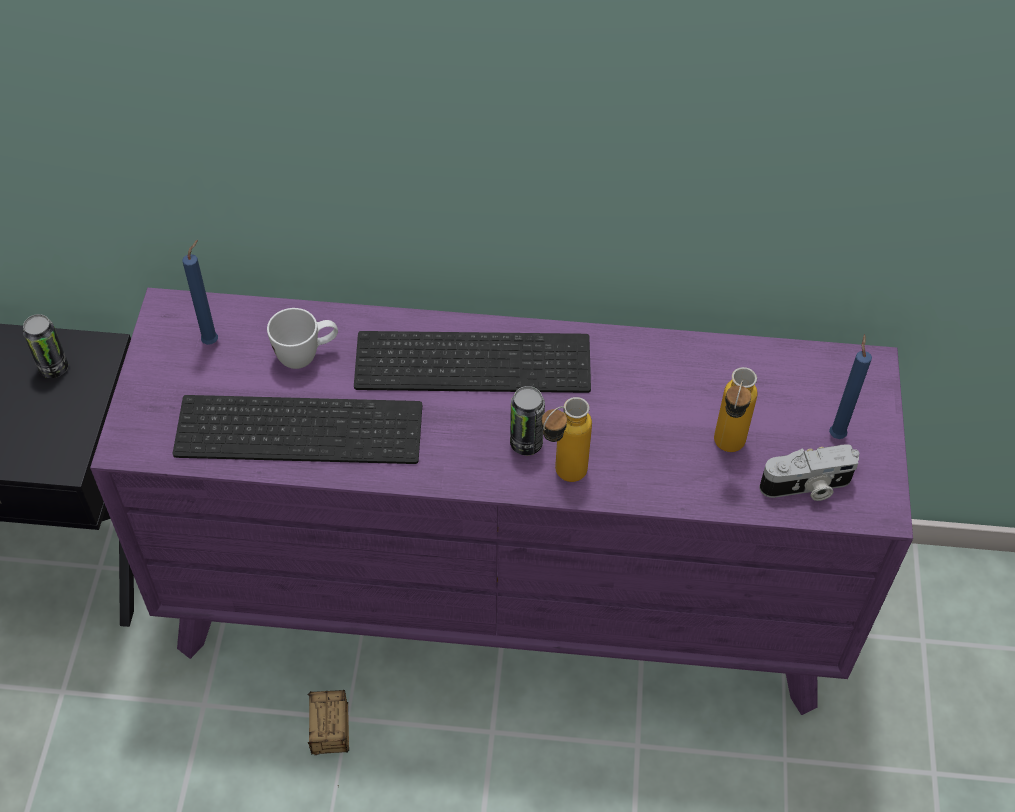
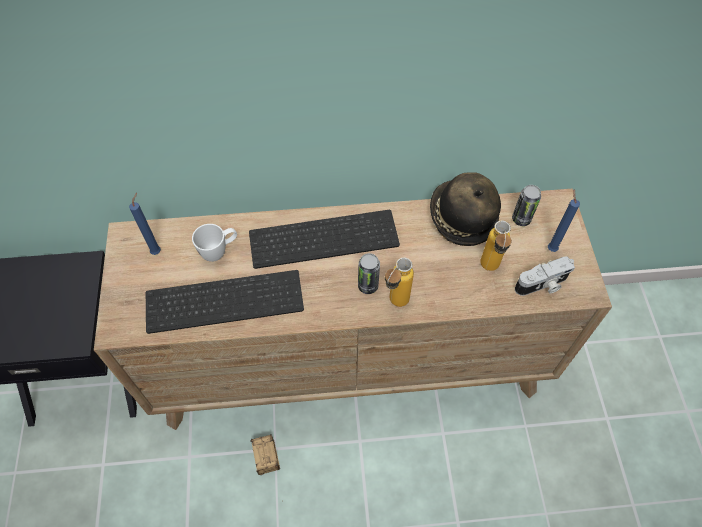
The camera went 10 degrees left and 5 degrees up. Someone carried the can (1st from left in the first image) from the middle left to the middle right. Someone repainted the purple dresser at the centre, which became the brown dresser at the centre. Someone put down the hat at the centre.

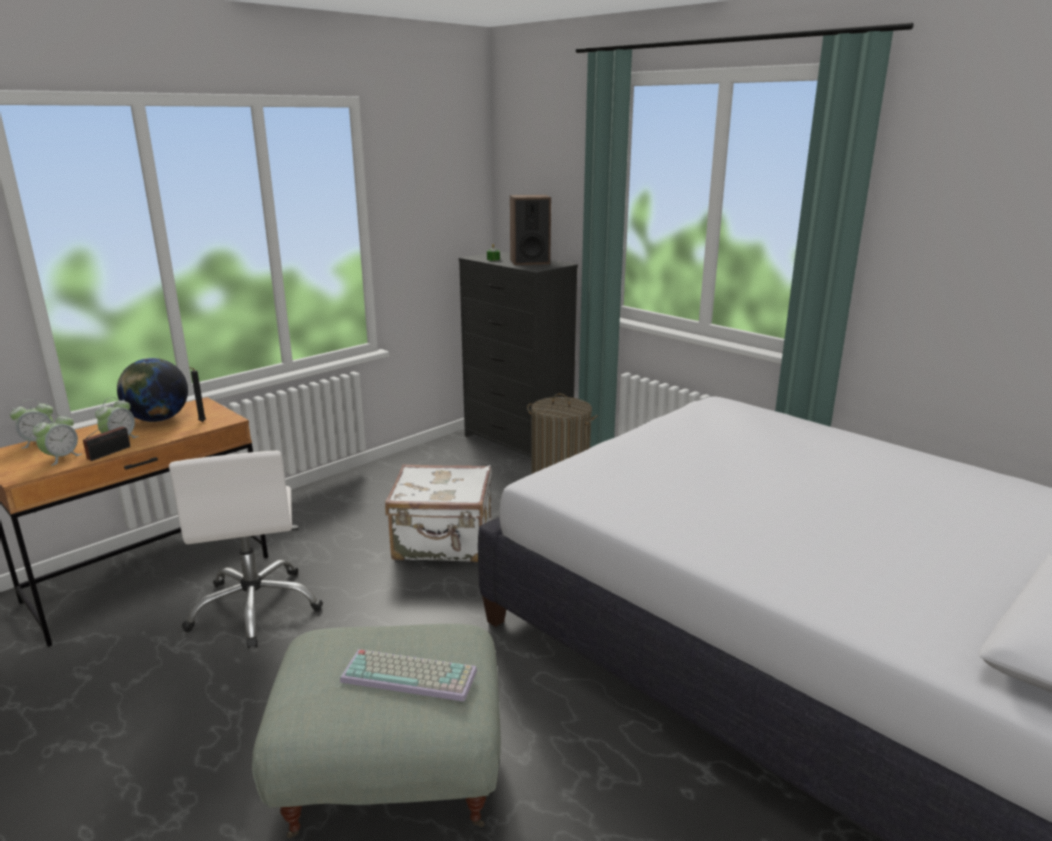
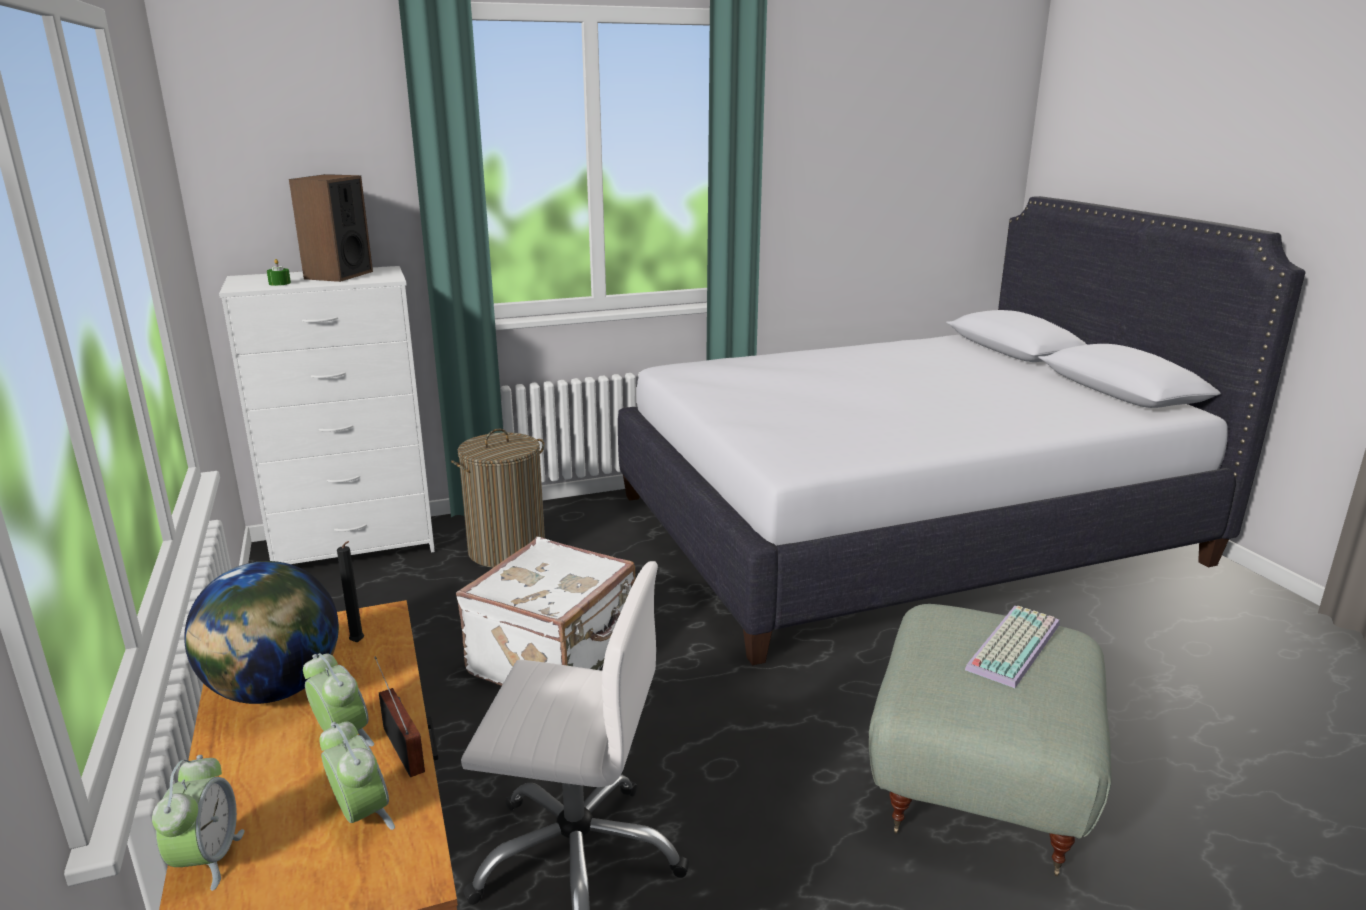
The camera went 65 degrees left and 0 degrees up. Someone repainted the black dresser at the centre, which became the white dresser at the middle left.

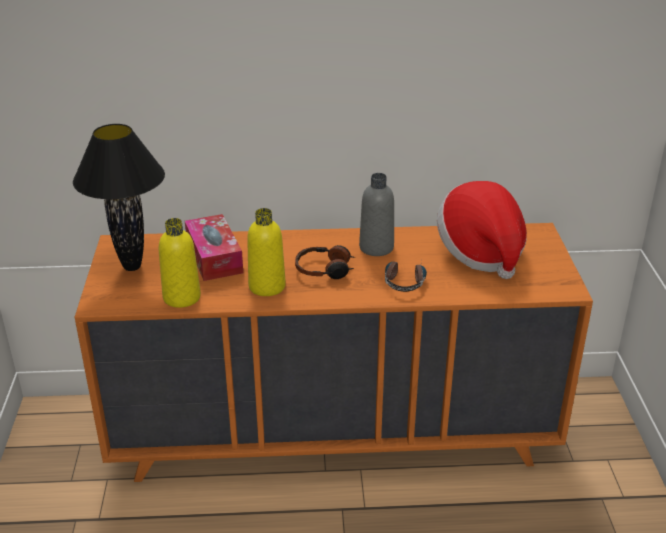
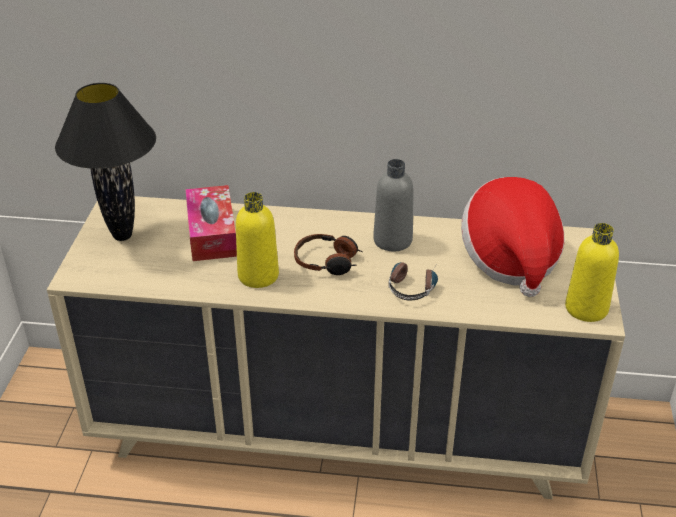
The camera went 10 degrees right and 5 degrees up. Someone repainted the orange dresser at the centre, which became the beige dresser at the bottom centre. Someone carried the yellow bottle (1st from left in the first image) from the middle left to the middle right.

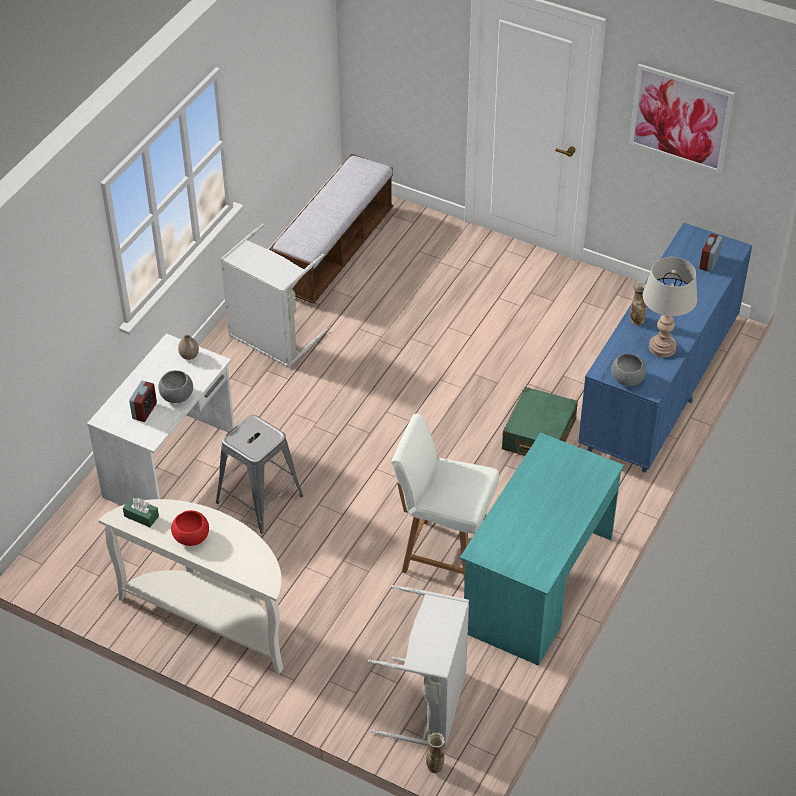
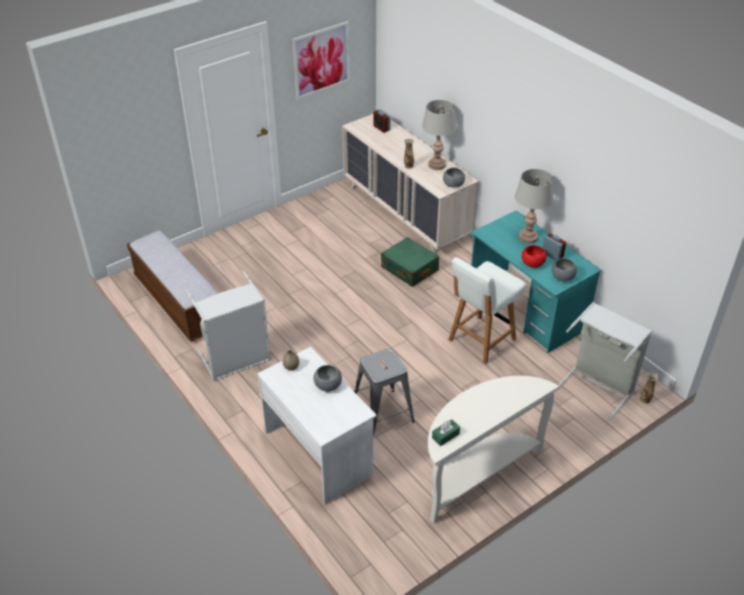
The camera went 65 degrees left and 5 degrees down. Someone carried the alarm clock (1st from left in the first image) from the middle left to the middle right. Someone carried the red bowl from the middle left to the middle right. Someone repainted the blue dresser at the middle right, which became the beige dresser at the top centre. Someone put down the grey table lamp (2nd from left) at the middle right. Someone put down the grey bowl (3rd from left) at the middle right.

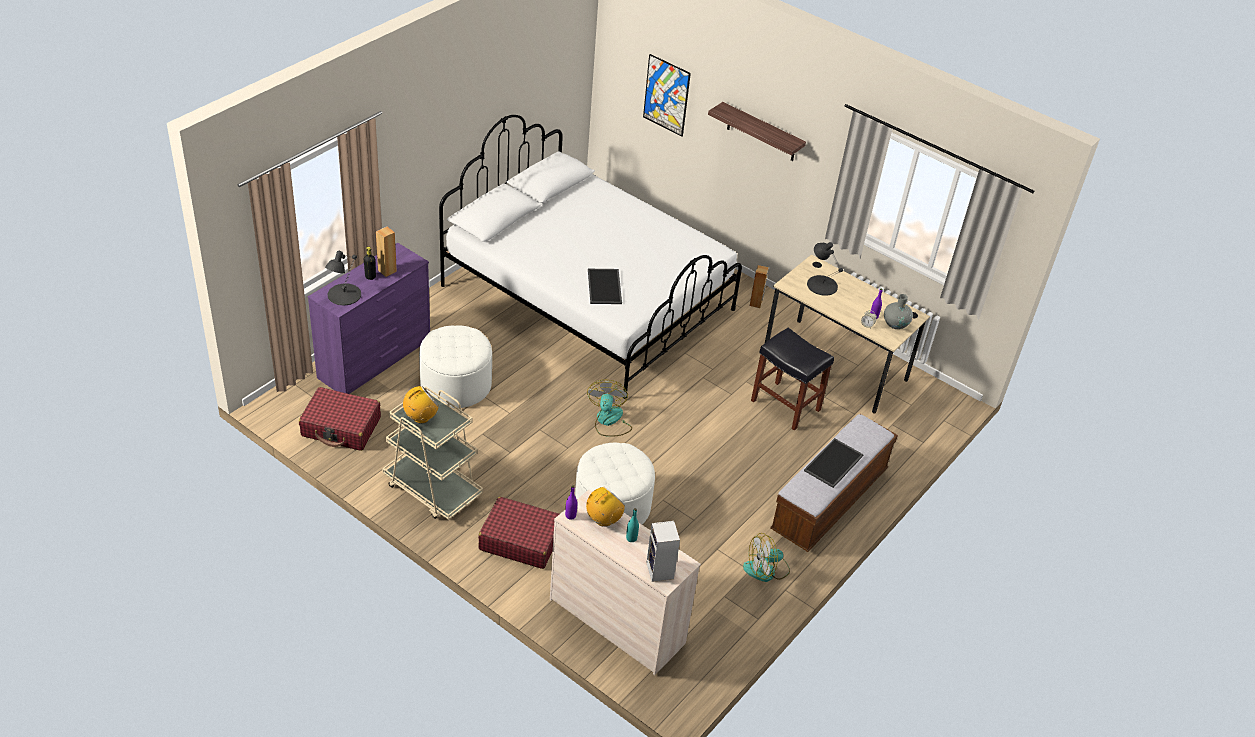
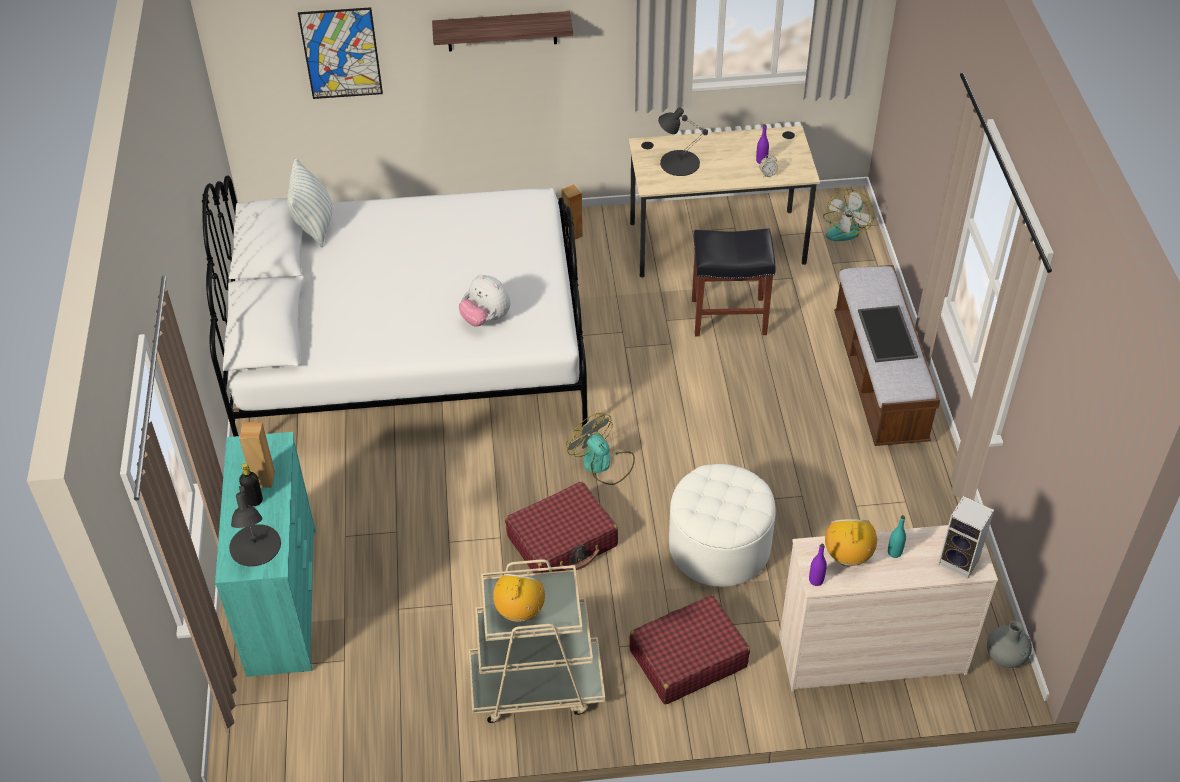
The camera went 40 degrees left and 5 degrees up. Someone carried the red suitcase (1st from left) from the middle left to the bottom centre. Someone repainted the purple dresser at the middle left, which became the turquoise dresser at the bottom left. Someone took away the white ottoman (1st from left) at the centre. Someone swapped the tray (1st from left) at the centre for the plush toy at the centre. Someone carried the fan (2nd from left) from the bottom centre to the top right. Someone carried the grey vase from the middle right to the bottom right. Someone put down the pillow at the top left.

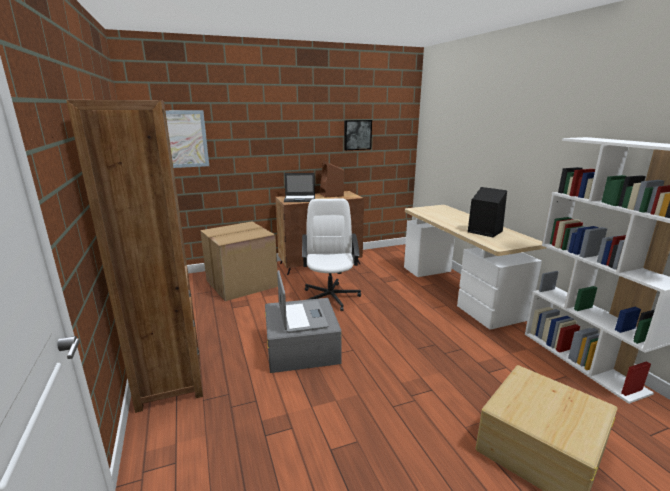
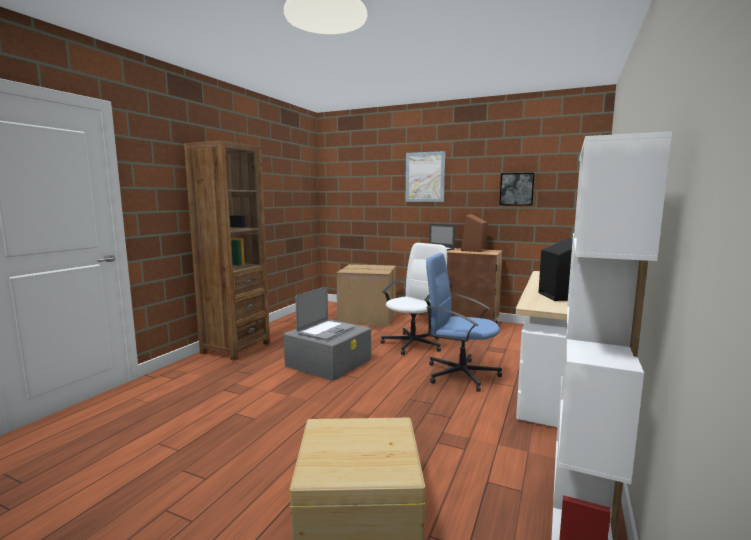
The camera went 45 degrees right and 10 degrees down. Someone carried the picture (1st from left) from the top left to the top centre. Someone put down the blue office chair at the centre.

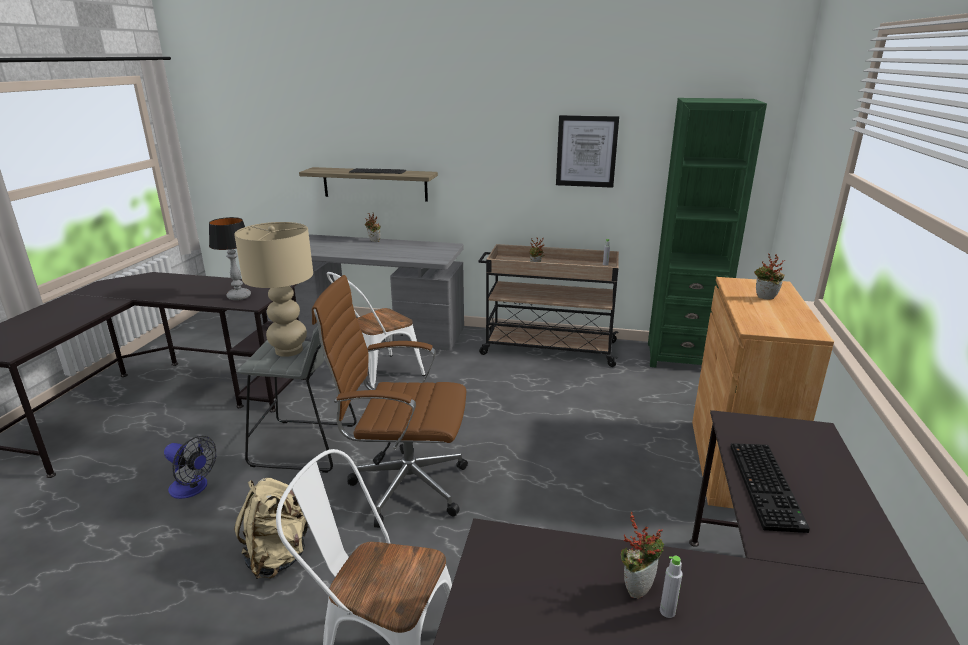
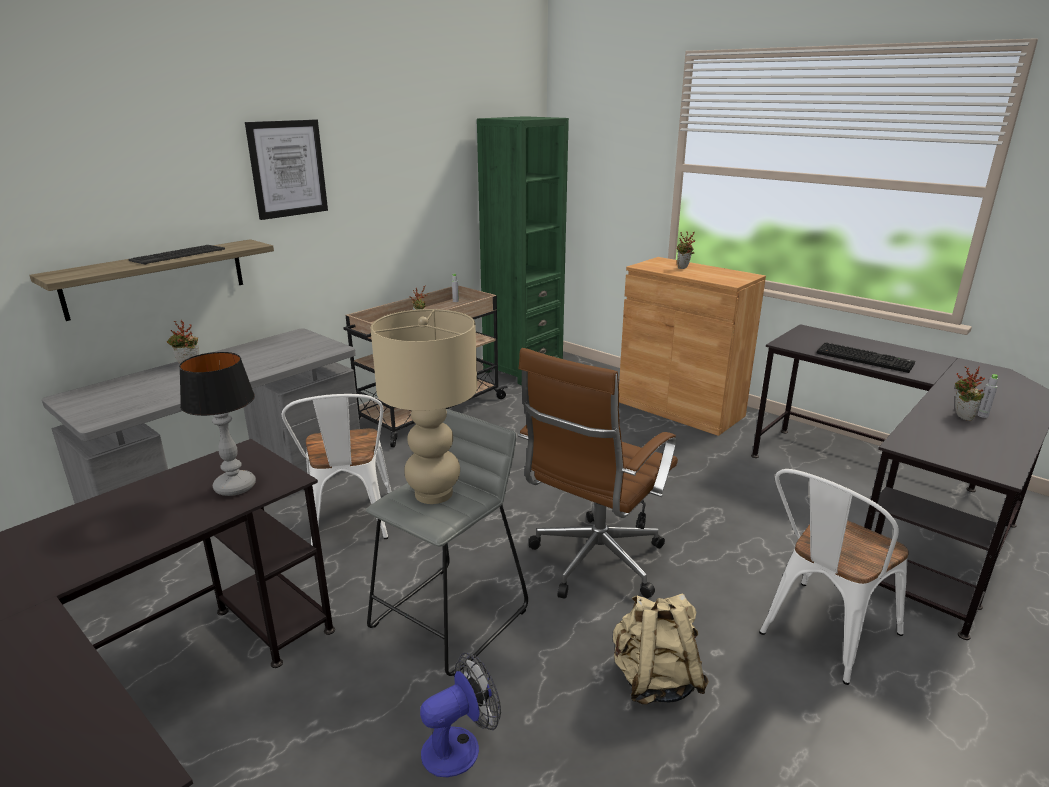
The camera went 60 degrees left and 0 degrees up. Someone carried the picture from the top centre to the top left.

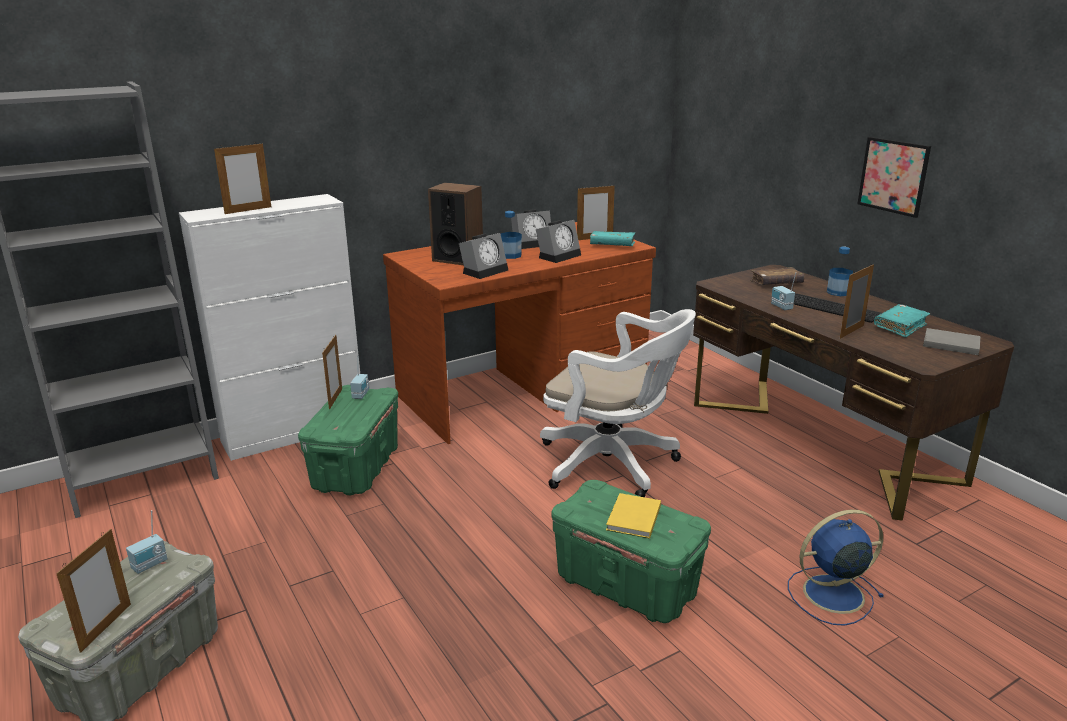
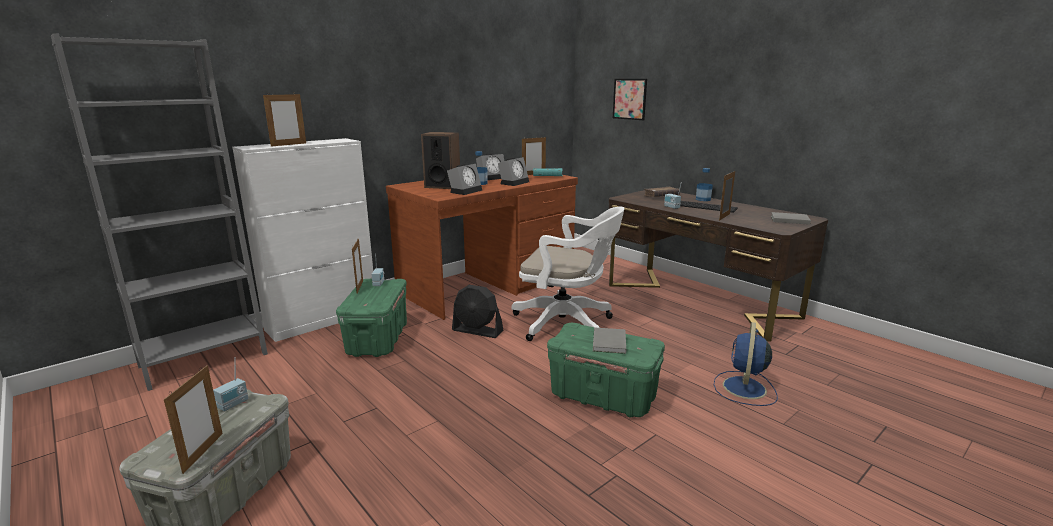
The camera went 10 degrees left and 5 degrees down. Someone repainted the yellow book at the bottom centre, which became the grey book (1st from left) at the centre. Someone rotated the blue fan at the bottom right by 45 degrees counterclockwise. Someone carried the picture from the top right to the top centre. Someone took away the turquoise book (2nd from left) at the middle right. Someone put down the black fan at the centre.

